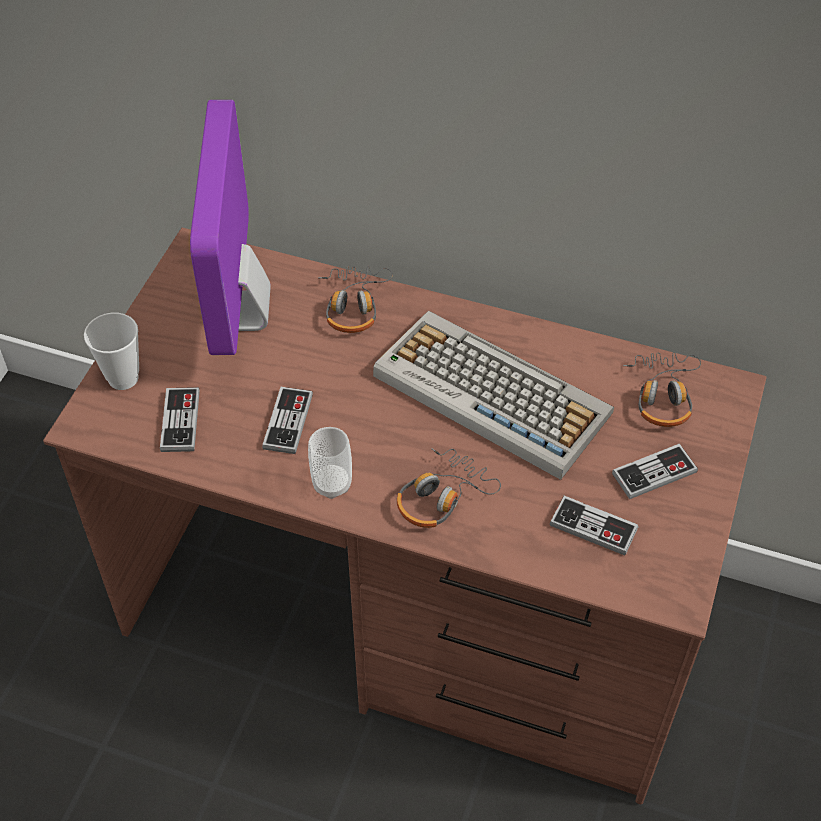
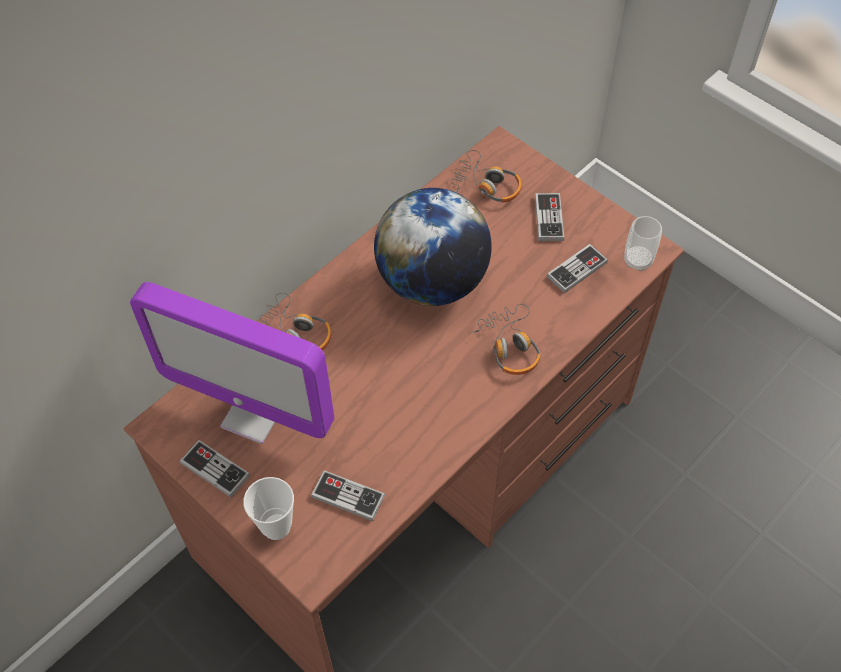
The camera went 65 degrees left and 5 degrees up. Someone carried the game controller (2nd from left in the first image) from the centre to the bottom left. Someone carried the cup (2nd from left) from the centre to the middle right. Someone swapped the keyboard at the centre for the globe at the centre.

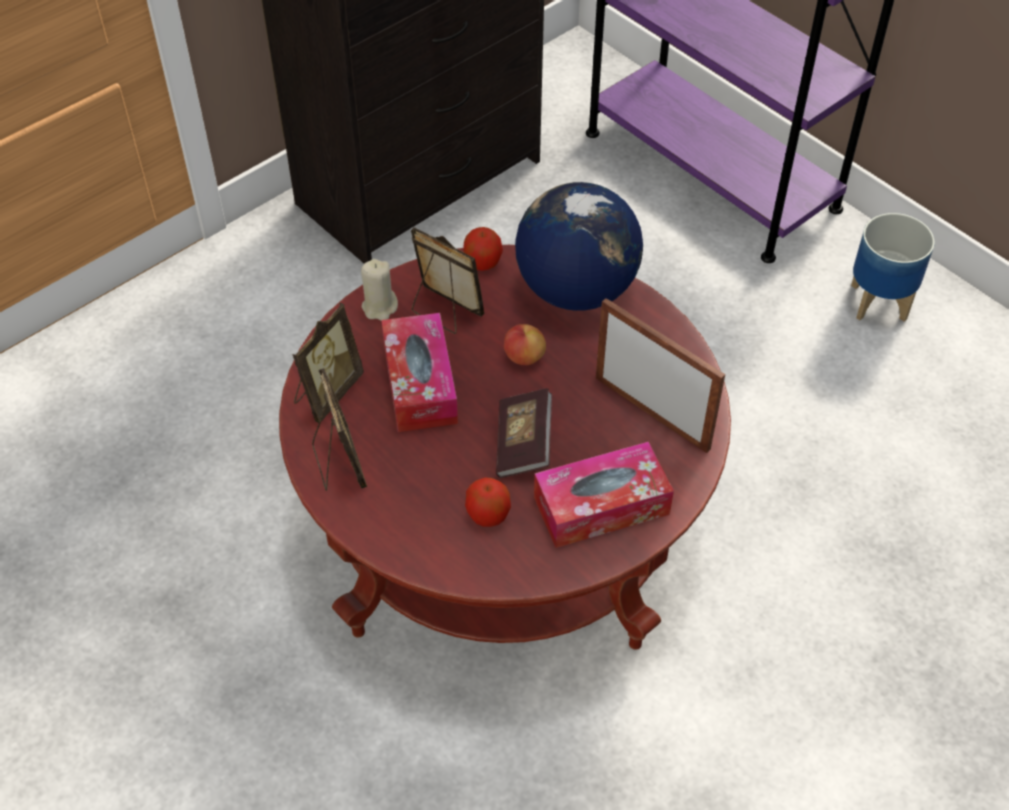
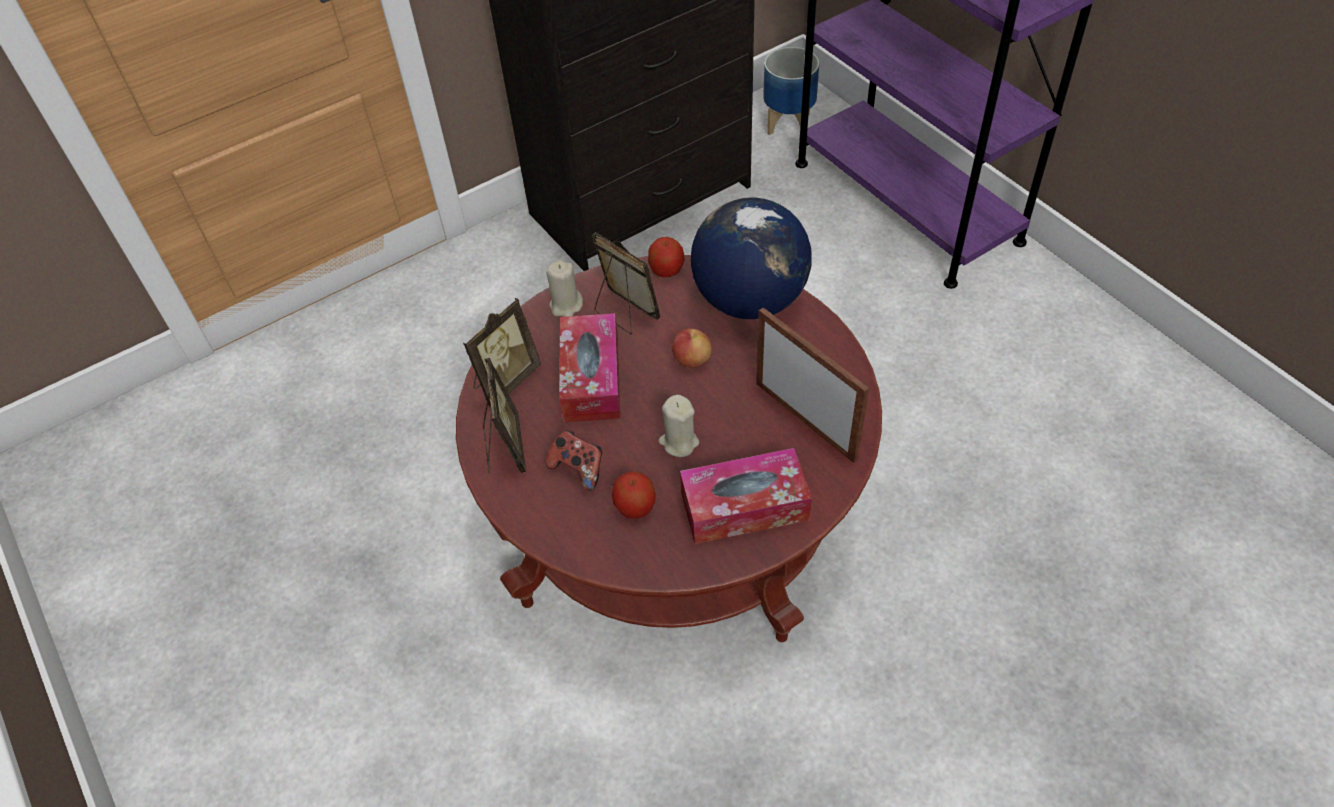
The camera went 10 degrees right and 0 degrees up. Someone swapped the book at the centre for the beige candle (2nd from left) at the centre. Someone carried the planter from the top right to the top centre. Someone put down the game controller at the centre.

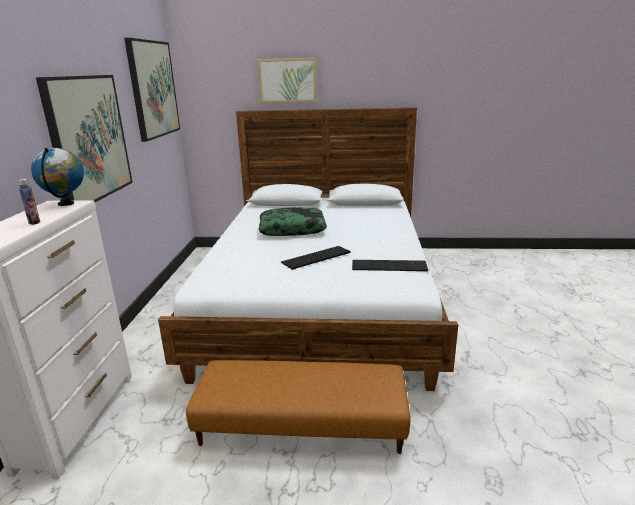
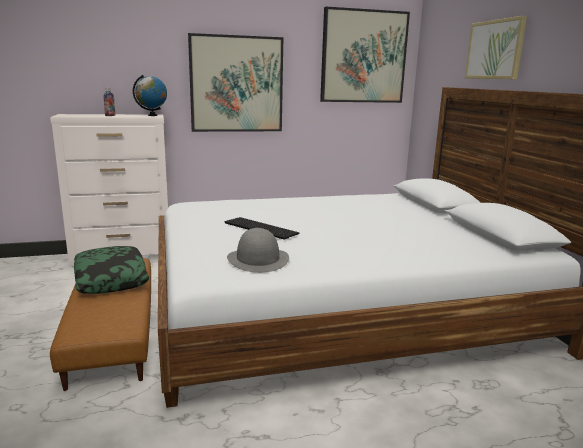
The camera went 70 degrees right and 5 degrees down. Someone carried the pillow from the centre to the middle left. Someone swapped the keyboard (2nd from left) at the centre for the grey hat at the centre.

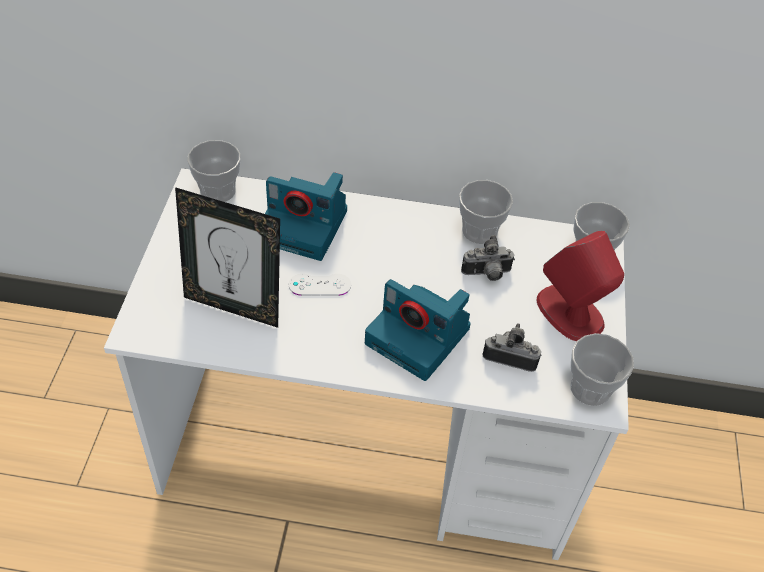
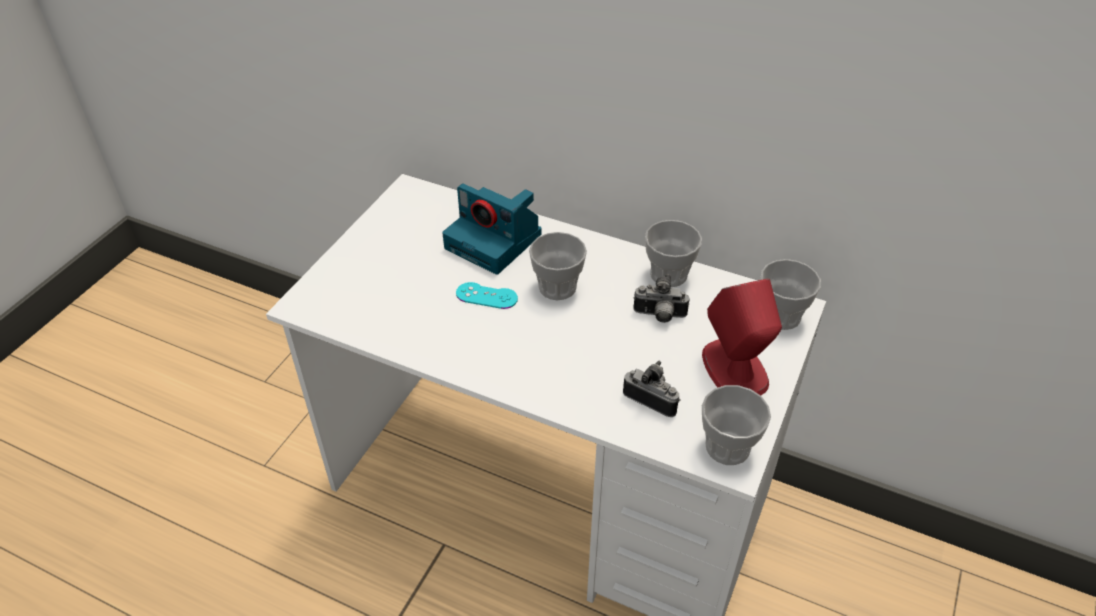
The camera went 20 degrees right and 5 degrees down. Someone took away the picture frame at the middle left. Someone carried the cup (1st from left) from the top left to the centre. Someone repainted the white game controller at the centre, which became the turquoise game controller at the centre. Someone took away the photo camera (2nd from left) at the centre.

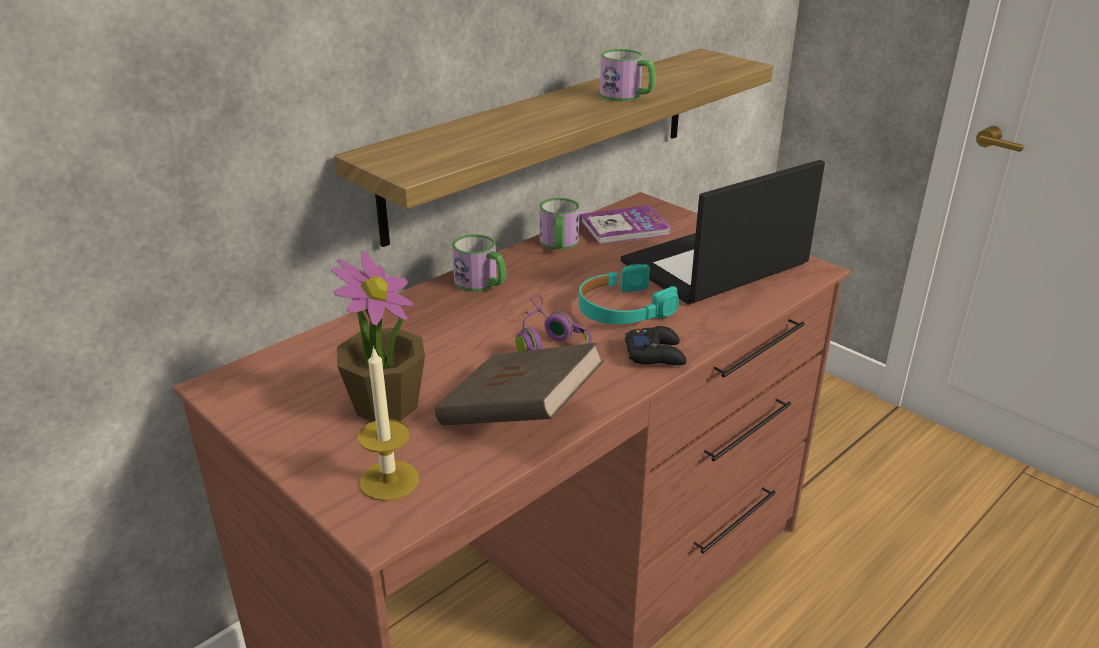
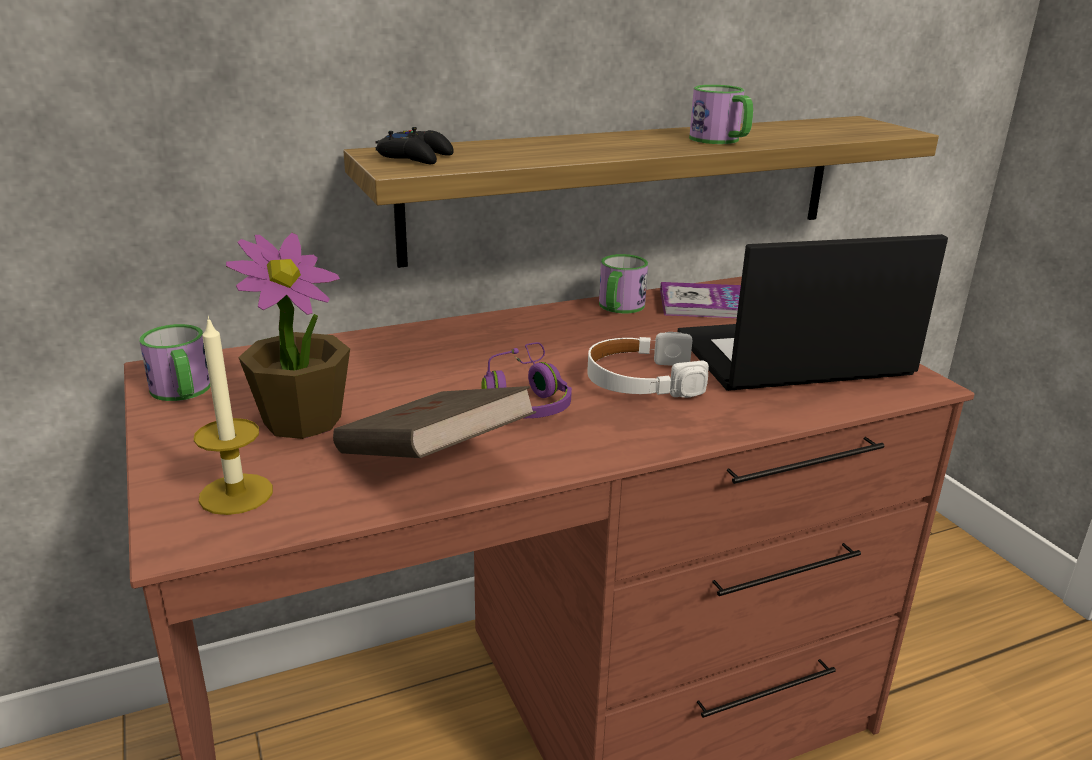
The camera went 20 degrees right and 5 degrees down. Someone carried the mug (1st from left) from the centre to the middle left. Someone repainted the turquoise headphones at the centre, which became the white headphones at the centre. Someone carried the black game controller from the centre to the top centre.

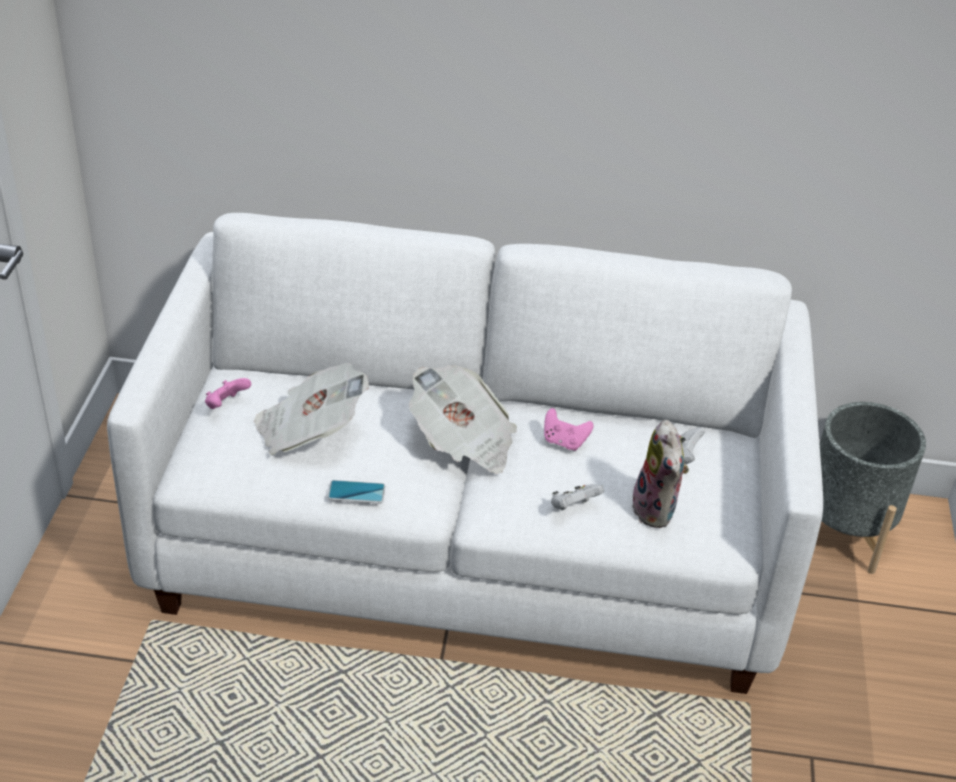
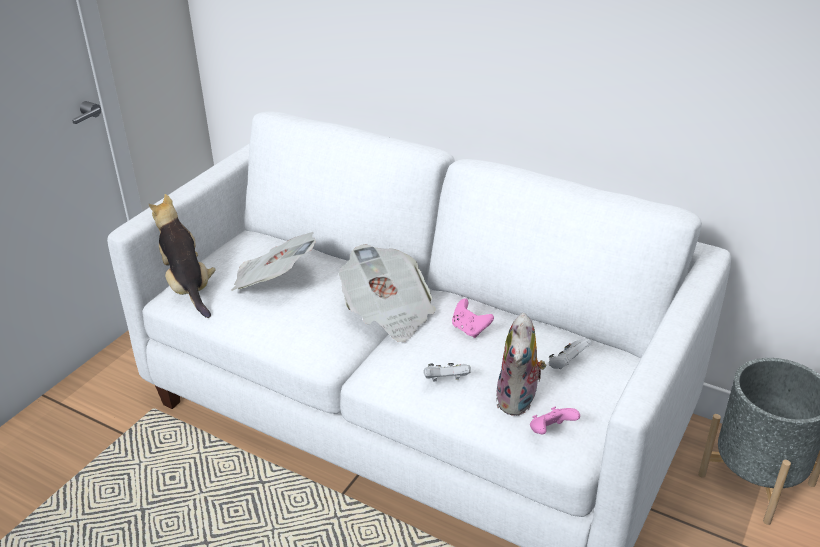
The camera went 25 degrees right and 5 degrees down. Someone carried the pink game controller (1st from left in the first image) from the middle left to the bottom right. Someone took away the phone at the centre. Someone put down the plush toy (1st from left) at the middle left.

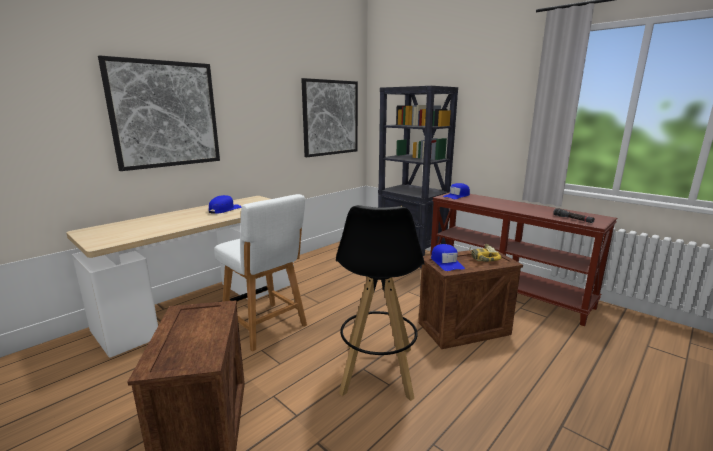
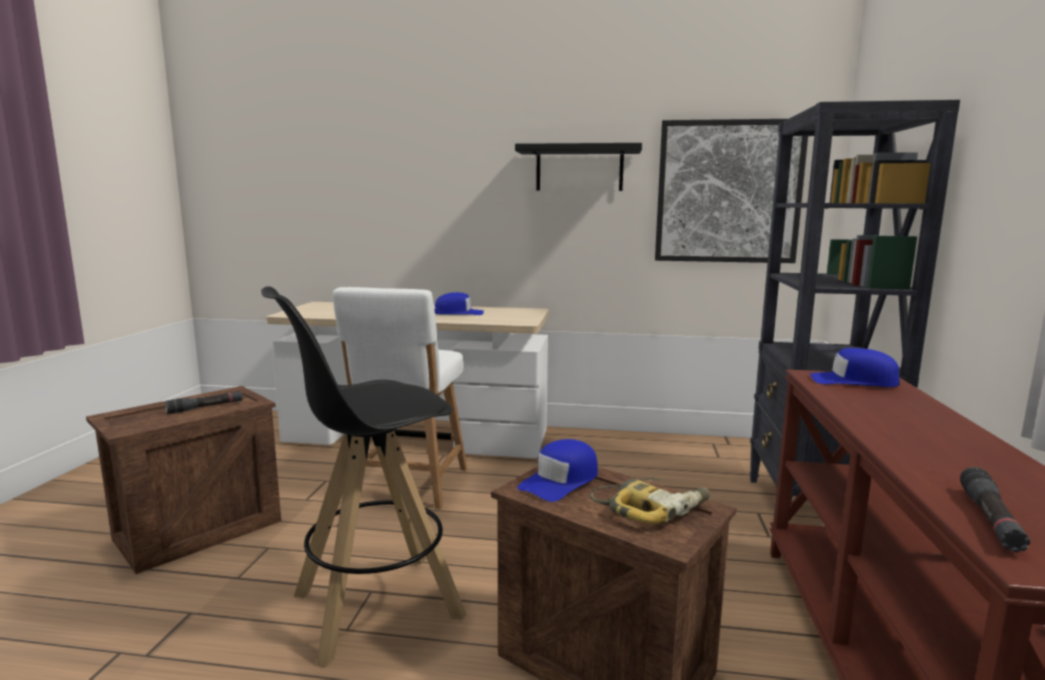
The camera went 55 degrees right and 5 degrees down. Someone took away the picture (1st from left) at the top left. Someone put down the black flashlight (1st from left) at the middle left. Someone put up the black shelf at the top centre.

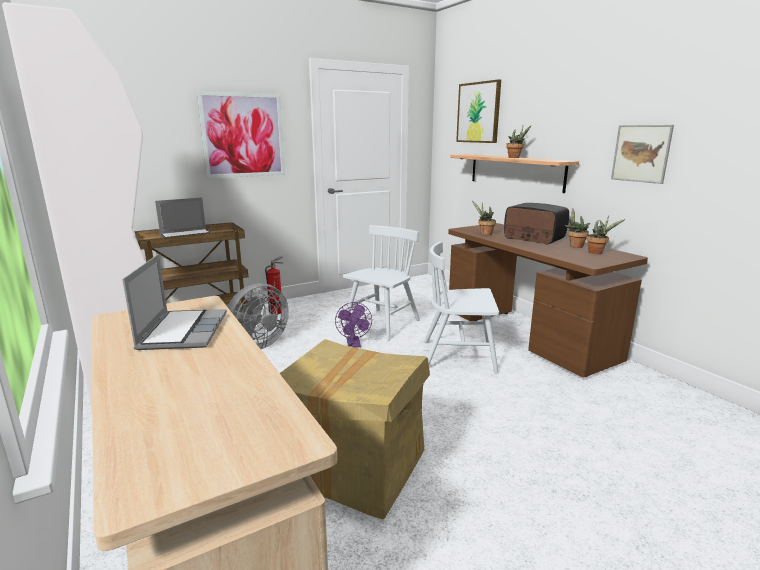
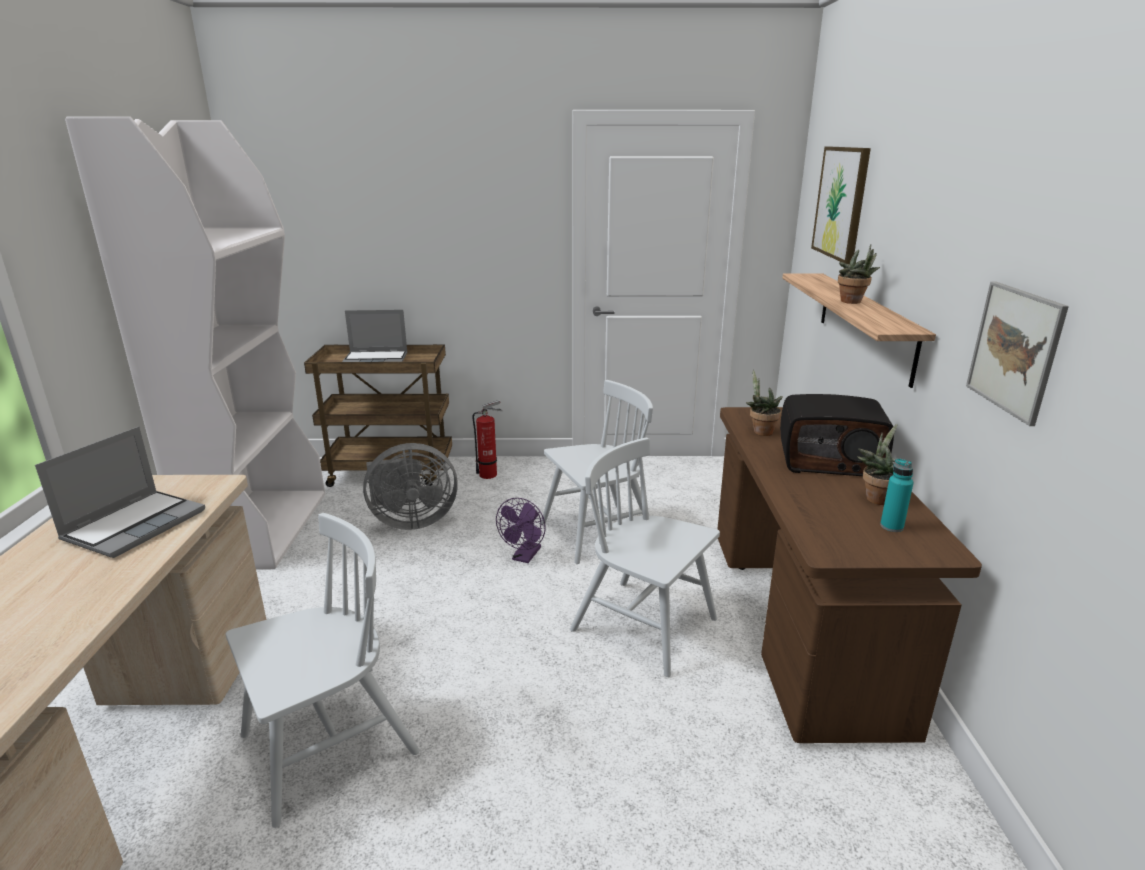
The camera went 30 degrees right and 5 degrees up. Someone took away the picture (1st from left) at the top left. Someone swapped the cardboard box at the bottom centre for the white chair (1st from left) at the bottom left. Someone rotated the radio at the middle right by 120 degrees clockwise. Someone swapped the potted plant (4th from left) at the middle right for the turquoise bottle at the middle right.

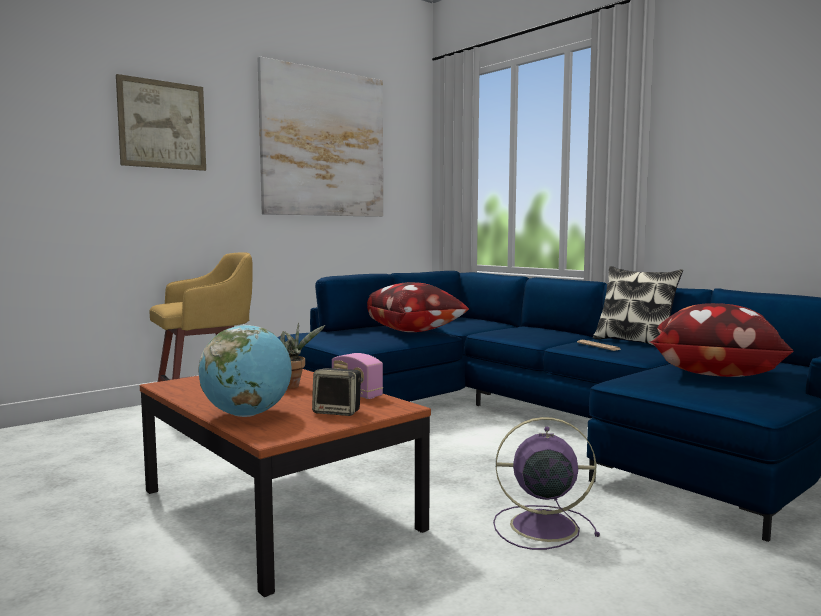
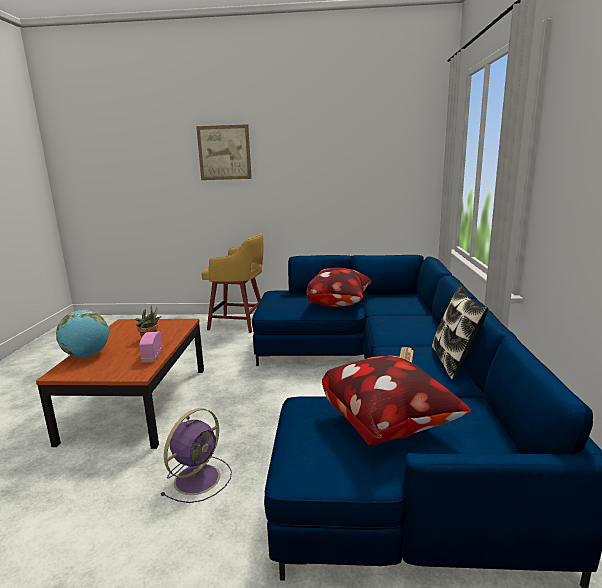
The camera went 45 degrees right and 10 degrees up. Someone took away the picture (2nd from left) at the top centre. Someone took away the speaker at the centre. Someone rotated the purple fan at the bottom centre by 75 degrees clockwise.

